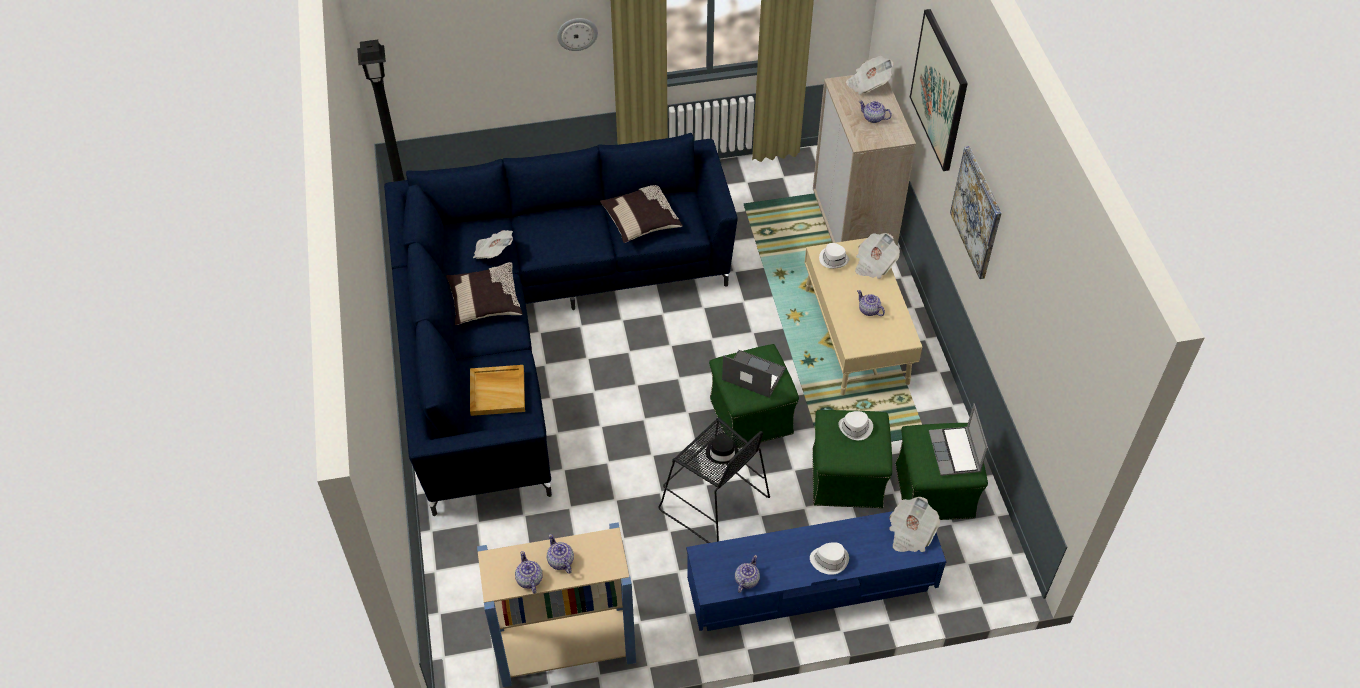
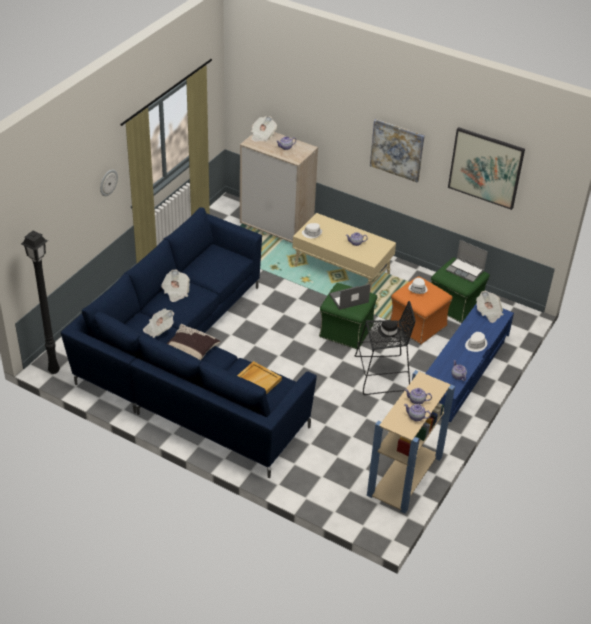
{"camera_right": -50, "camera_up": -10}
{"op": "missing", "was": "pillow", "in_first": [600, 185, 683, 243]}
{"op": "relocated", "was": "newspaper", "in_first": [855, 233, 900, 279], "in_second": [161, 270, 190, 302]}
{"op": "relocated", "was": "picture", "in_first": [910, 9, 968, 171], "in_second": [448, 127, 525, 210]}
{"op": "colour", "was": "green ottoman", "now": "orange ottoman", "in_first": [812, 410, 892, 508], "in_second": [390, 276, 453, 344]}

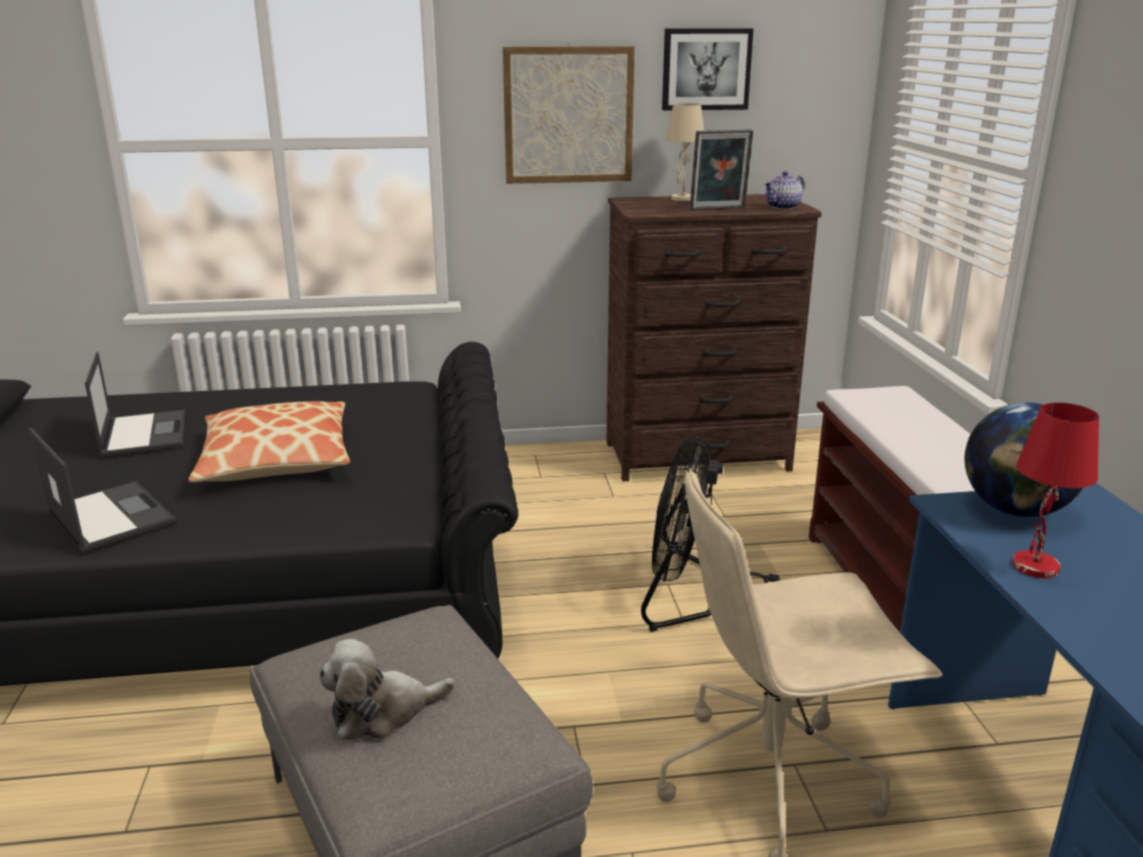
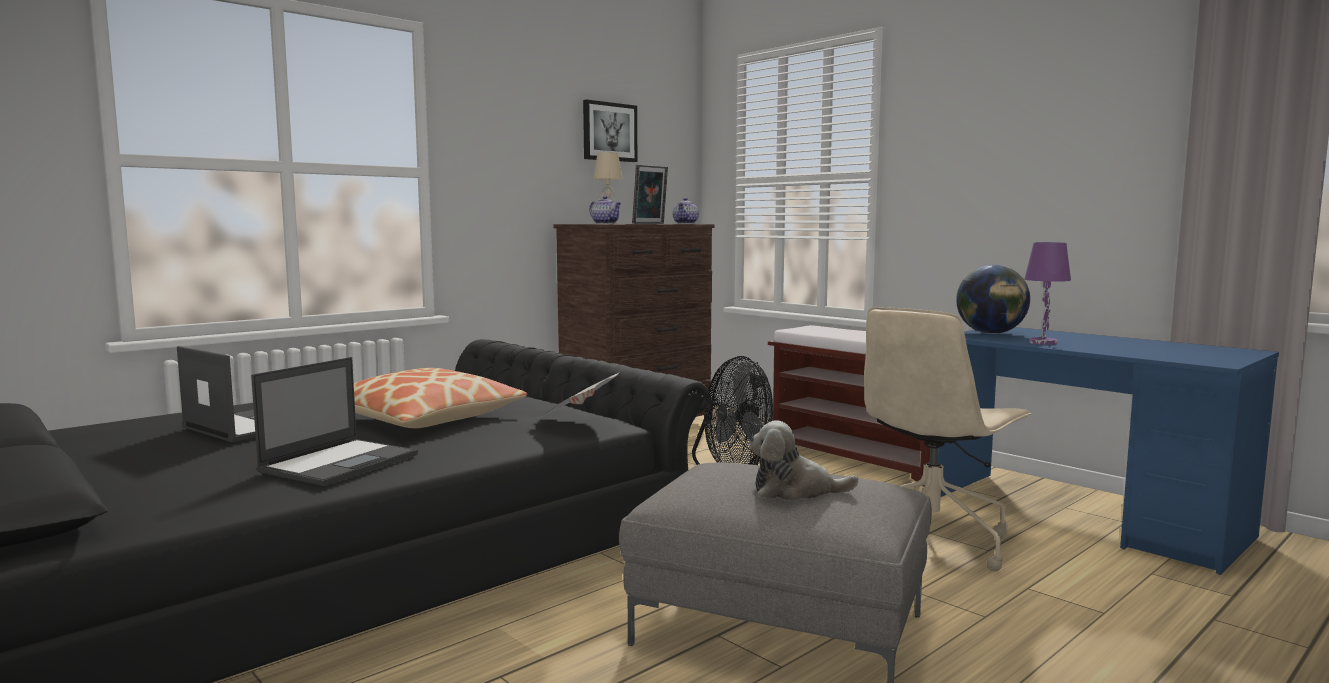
{"camera_right": -35, "camera_up": -15}
{"op": "missing", "was": "picture", "in_first": [503, 43, 635, 184]}
{"op": "appeared", "now": "newspaper", "in_second": [533, 372, 620, 421]}
{"op": "appeared", "now": "teapot", "in_second": [589, 196, 621, 224]}
{"op": "colour", "was": "red table lamp", "now": "purple table lamp", "in_first": [1012, 403, 1099, 578], "in_second": [1024, 242, 1071, 345]}
{"op": "spun", "was": "laptop", "in_first": [29, 428, 176, 553], "in_second": [251, 357, 418, 486], "clockwise": 105}
{"op": "spun", "was": "plush toy", "in_first": [319, 639, 455, 740], "in_second": [749, 420, 859, 501], "clockwise": 60}

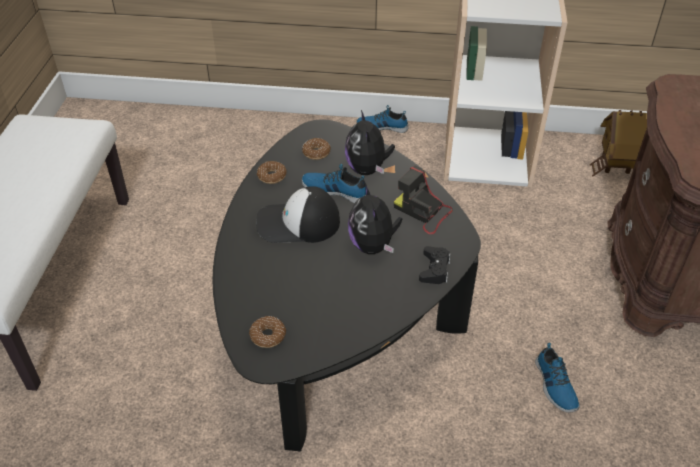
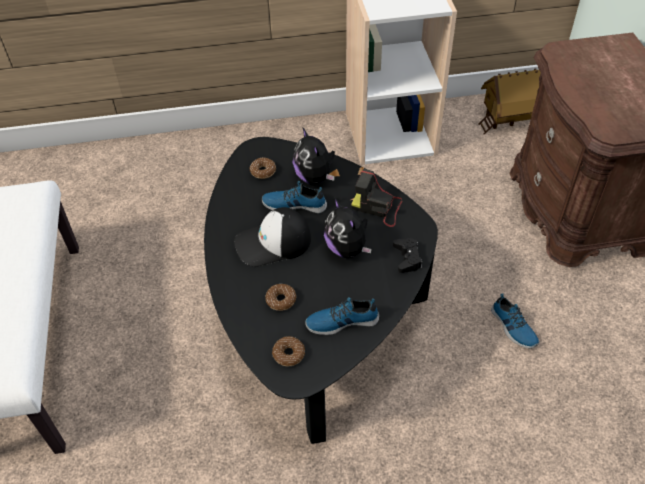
{"camera_right": -15, "camera_up": 5}
{"op": "relocated", "was": "donut", "in_first": [257, 161, 287, 184], "in_second": [265, 284, 296, 311]}
{"op": "relocated", "was": "shoe", "in_first": [356, 105, 409, 133], "in_second": [305, 297, 379, 335]}

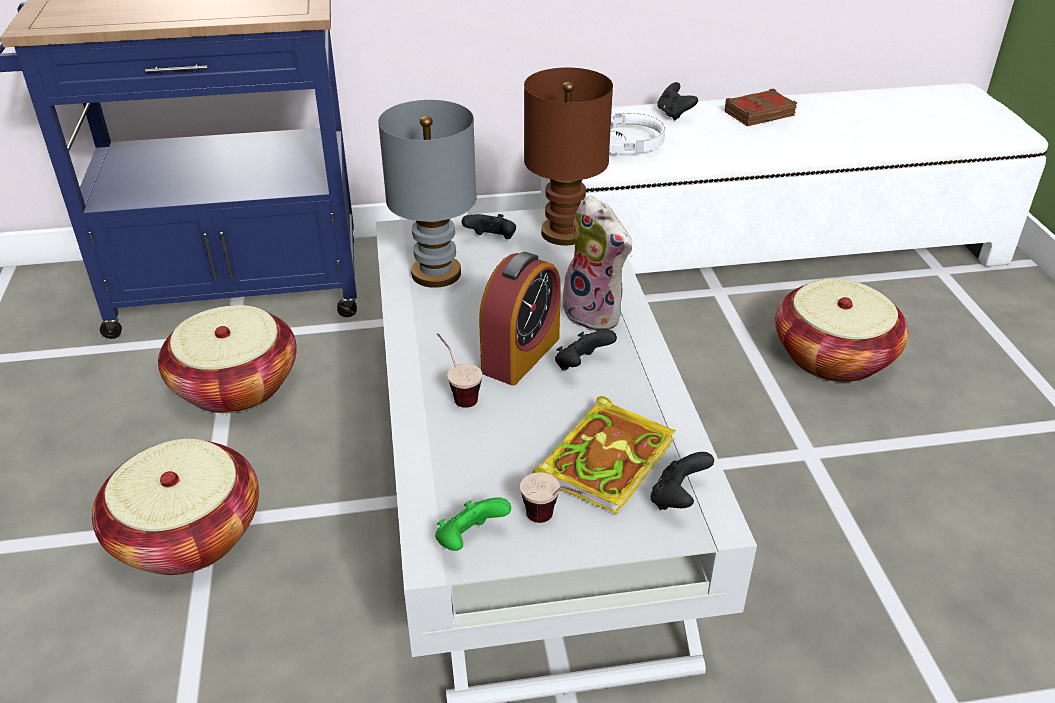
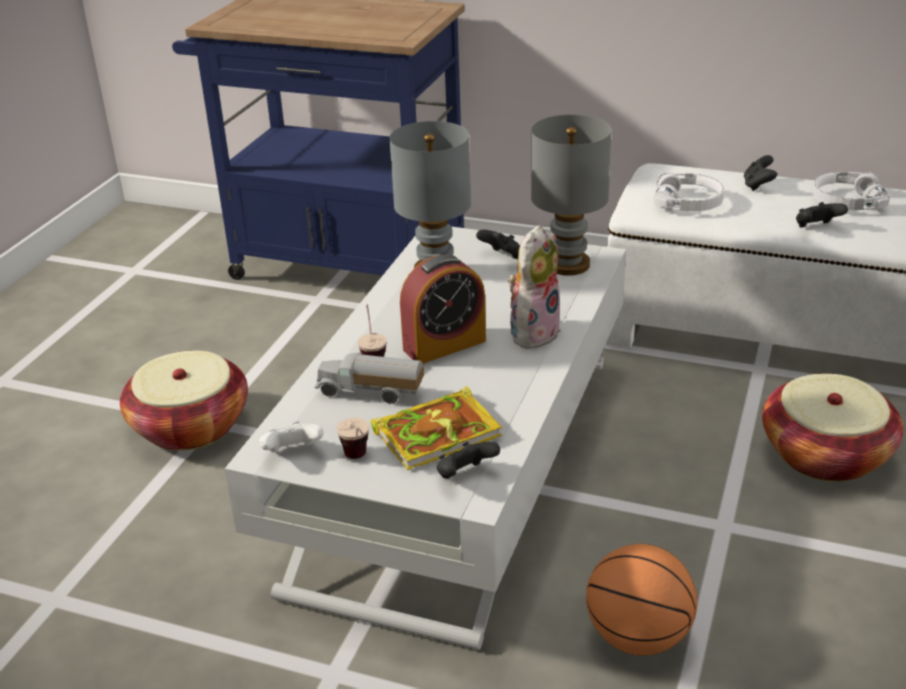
{"camera_right": 30, "camera_up": -5}
{"op": "missing", "was": "basket", "in_first": [158, 305, 297, 413]}
{"op": "appeared", "now": "toy truck", "in_second": [315, 353, 424, 404]}
{"op": "appeared", "now": "basketball", "in_second": [586, 544, 697, 656]}
{"op": "relocated", "was": "black game controller", "in_first": [555, 330, 617, 370], "in_second": [796, 202, 848, 228]}
{"op": "exchanged", "was": "brown book", "now": "white headphones", "in_first": [724, 88, 798, 126], "in_second": [813, 172, 890, 210]}
{"op": "colour", "was": "green game controller", "now": "white game controller", "in_first": [435, 497, 511, 551], "in_second": [259, 421, 324, 452]}
{"op": "colour", "was": "brown table lamp", "now": "grey table lamp", "in_first": [524, 67, 613, 245], "in_second": [531, 115, 612, 276]}
{"op": "spun", "was": "plush toy", "in_first": [562, 195, 632, 332], "in_second": [508, 225, 561, 349], "clockwise": -135}

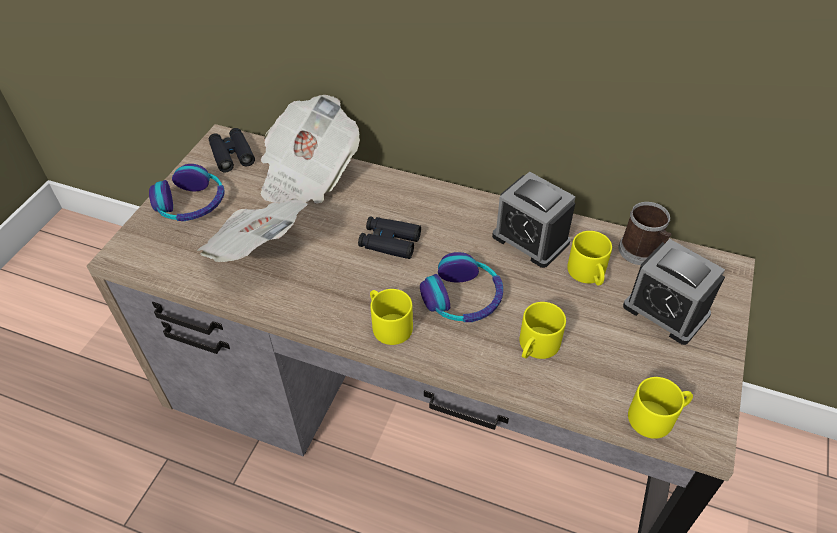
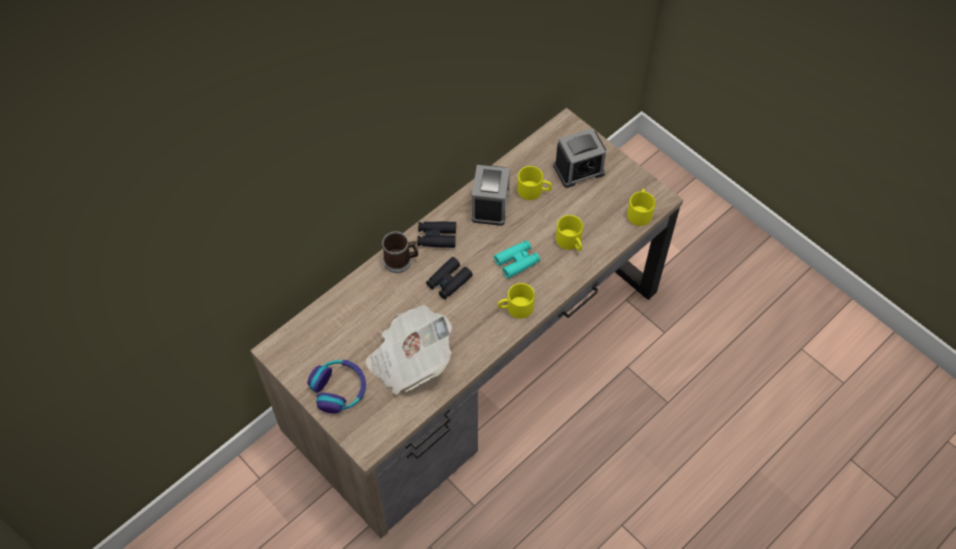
{"camera_right": -65, "camera_up": 10}
{"op": "missing", "was": "newspaper", "in_first": [261, 95, 360, 204]}
{"op": "relocated", "was": "black binoculars", "in_first": [209, 128, 255, 173], "in_second": [417, 222, 456, 248]}
{"op": "relocated", "was": "mug", "in_first": [618, 202, 671, 265], "in_second": [382, 231, 418, 273]}
{"op": "exchanged", "was": "headphones", "now": "turquoise binoculars", "in_first": [420, 252, 503, 322], "in_second": [494, 240, 540, 278]}
{"op": "spun", "was": "alarm clock", "in_first": [492, 171, 576, 268], "in_second": [472, 164, 510, 226], "clockwise": -60}

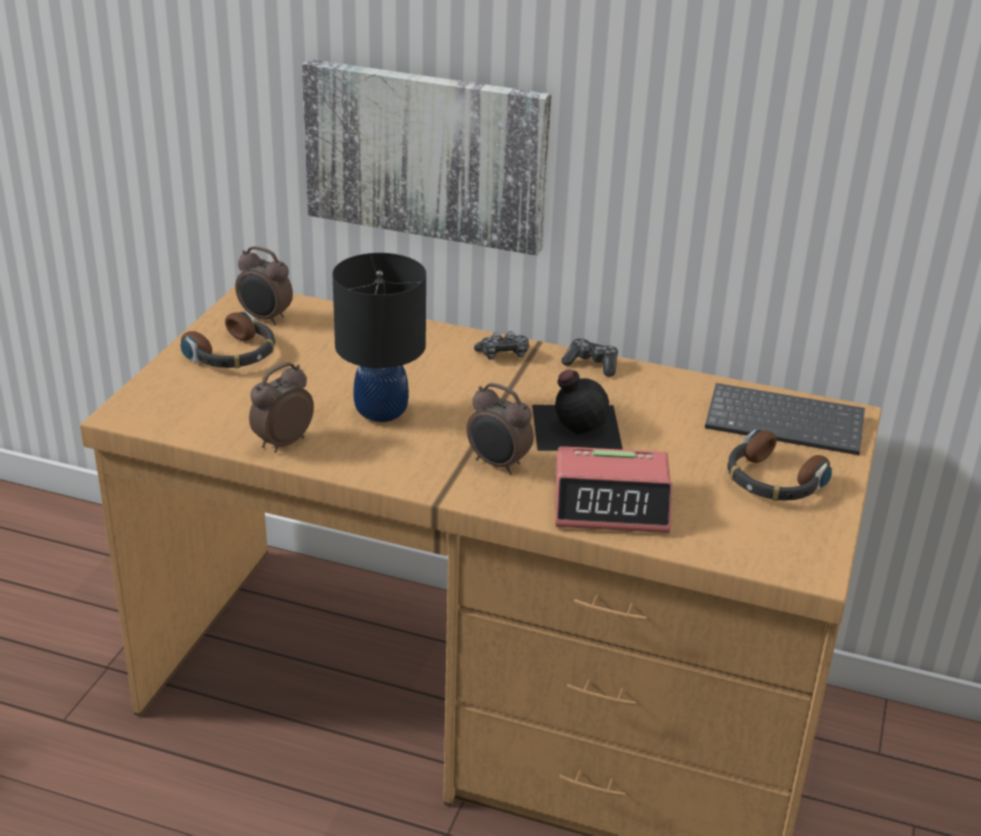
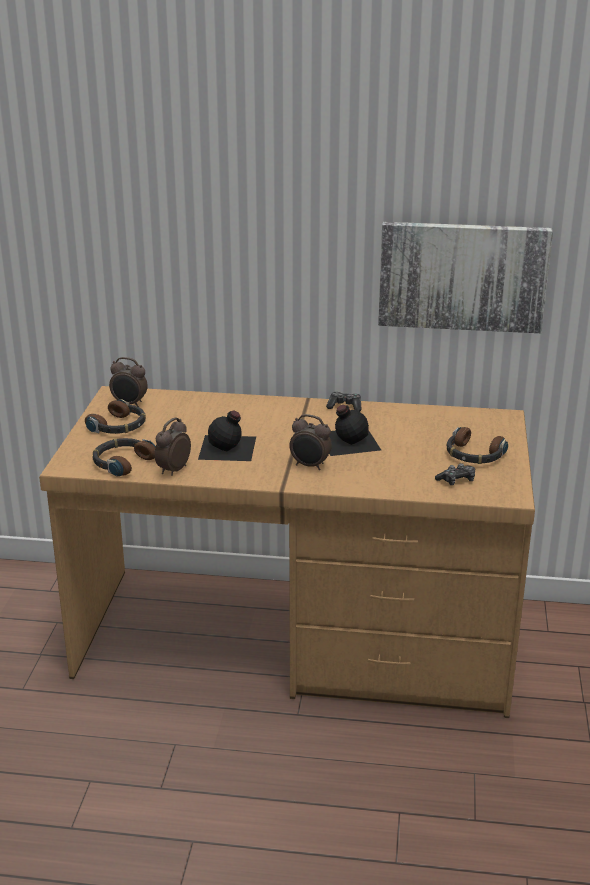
{"camera_right": -10, "camera_up": -5}
{"op": "missing", "was": "alarm clock", "in_first": [555, 446, 673, 533]}
{"op": "missing", "was": "keyboard", "in_first": [705, 383, 865, 455]}
{"op": "appeared", "now": "headphones", "in_second": [92, 438, 156, 477]}
{"op": "relocated", "was": "picture", "in_first": [301, 59, 551, 256], "in_second": [378, 222, 553, 333]}
{"op": "relocated", "was": "game controller", "in_first": [474, 331, 529, 360], "in_second": [435, 463, 475, 485]}
{"op": "exchanged", "was": "black table lamp", "now": "black bottle", "in_first": [332, 253, 426, 422], "in_second": [198, 411, 256, 461]}

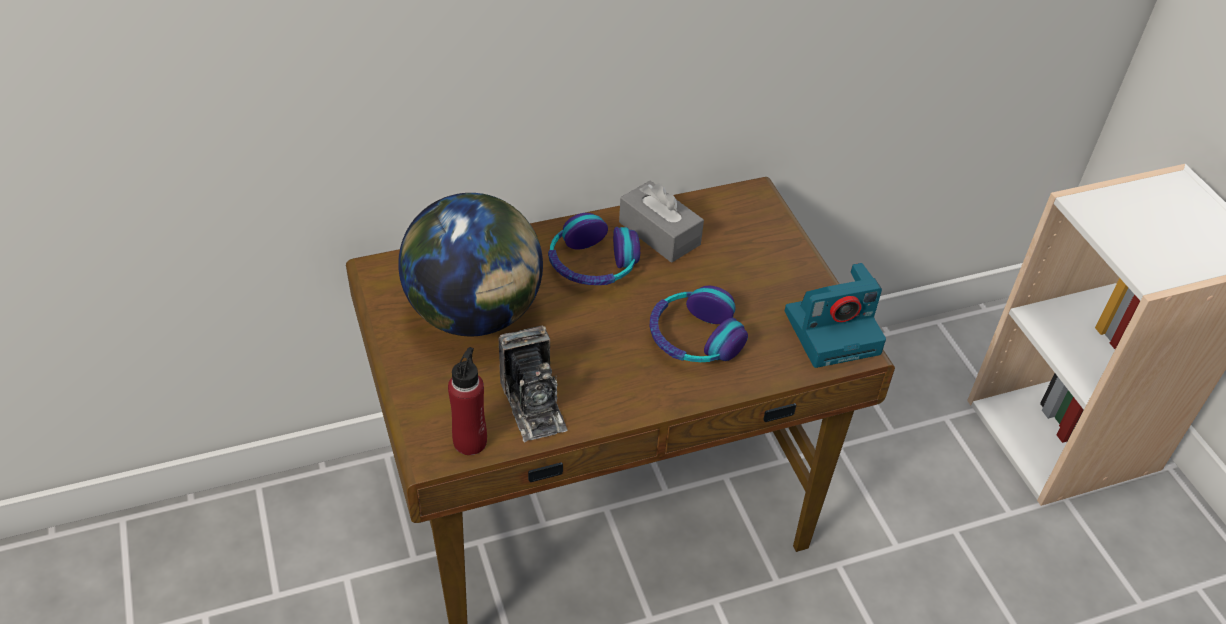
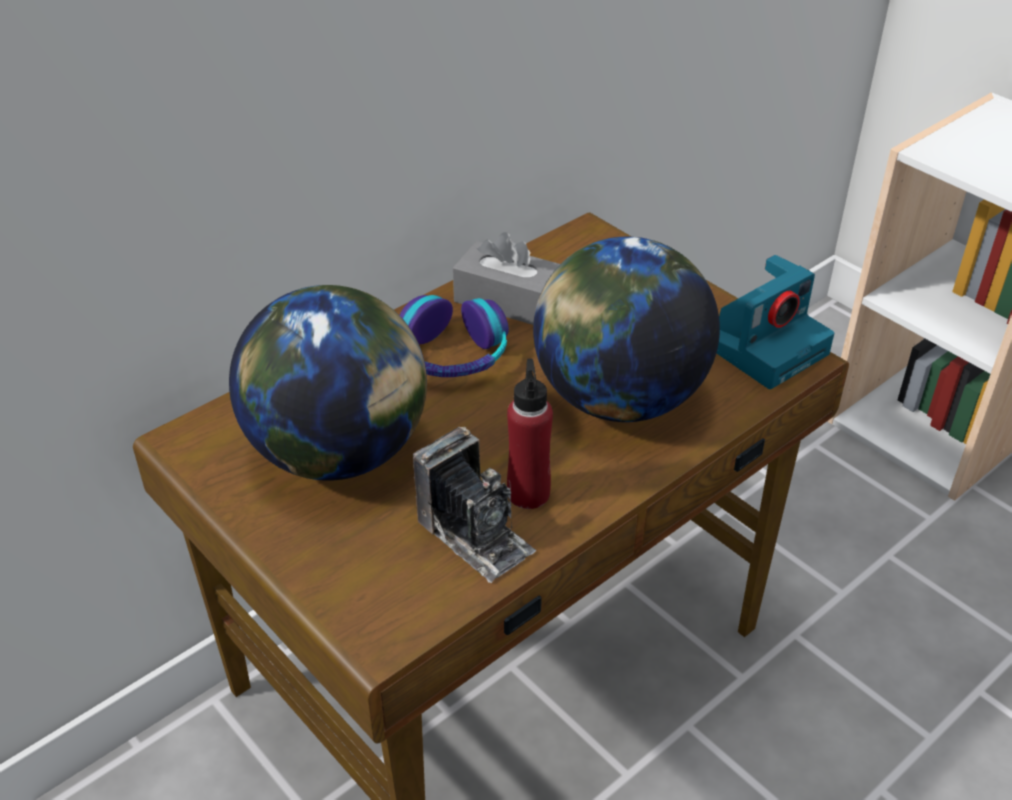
{"camera_right": -20, "camera_up": -5}
{"op": "relocated", "was": "red bottle", "in_first": [448, 347, 487, 455], "in_second": [507, 359, 553, 509]}
{"op": "exchanged", "was": "headphones", "now": "globe", "in_first": [649, 286, 748, 362], "in_second": [533, 237, 720, 422]}

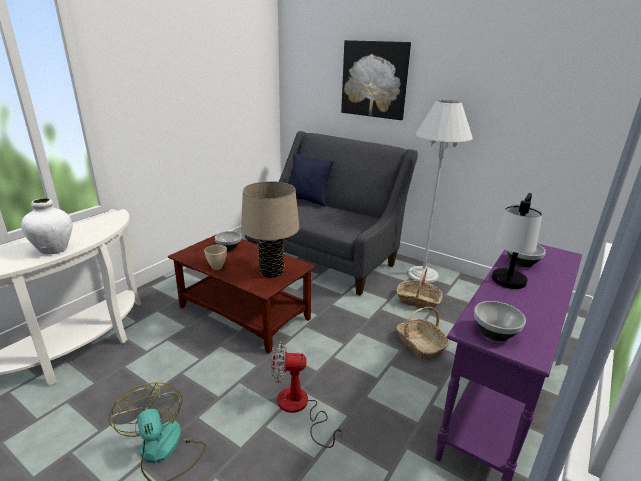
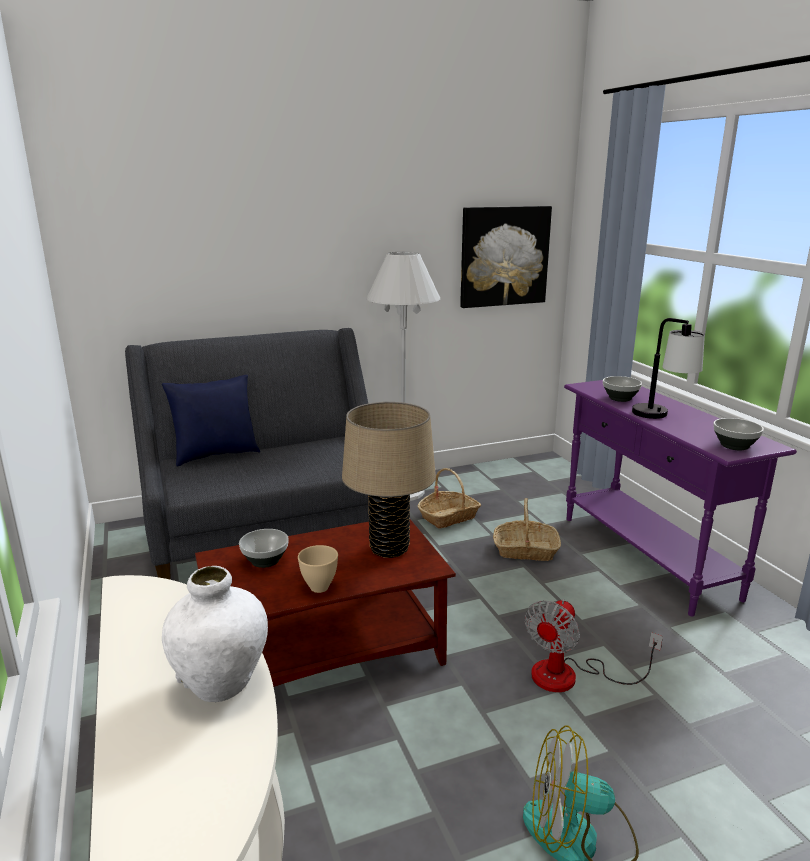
{"camera_right": -55, "camera_up": -5}
{"op": "relocated", "was": "picture", "in_first": [341, 40, 411, 120], "in_second": [460, 206, 552, 308]}

